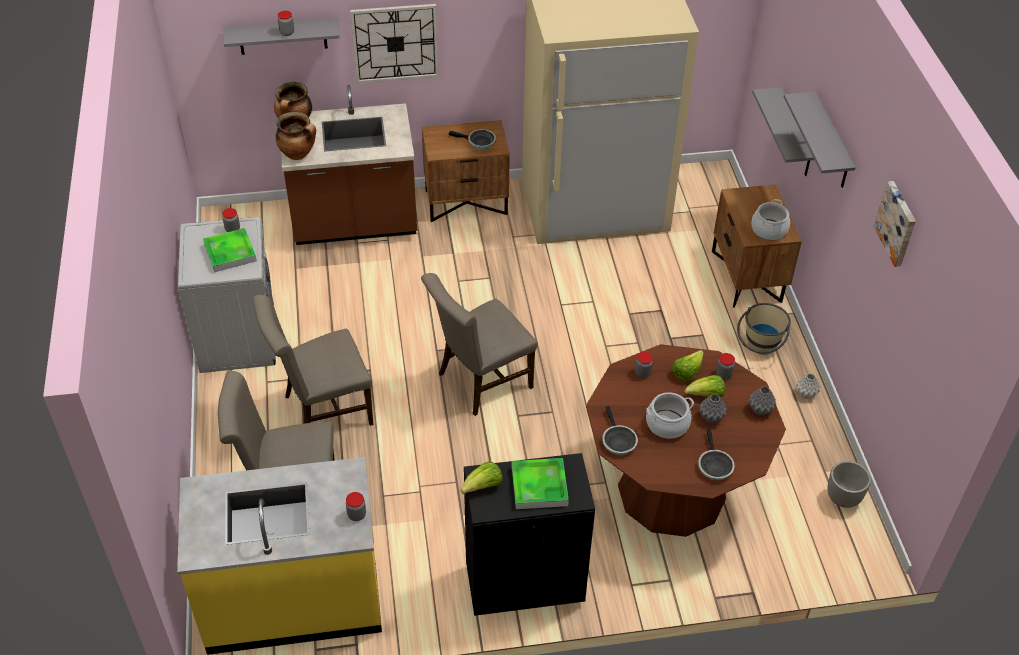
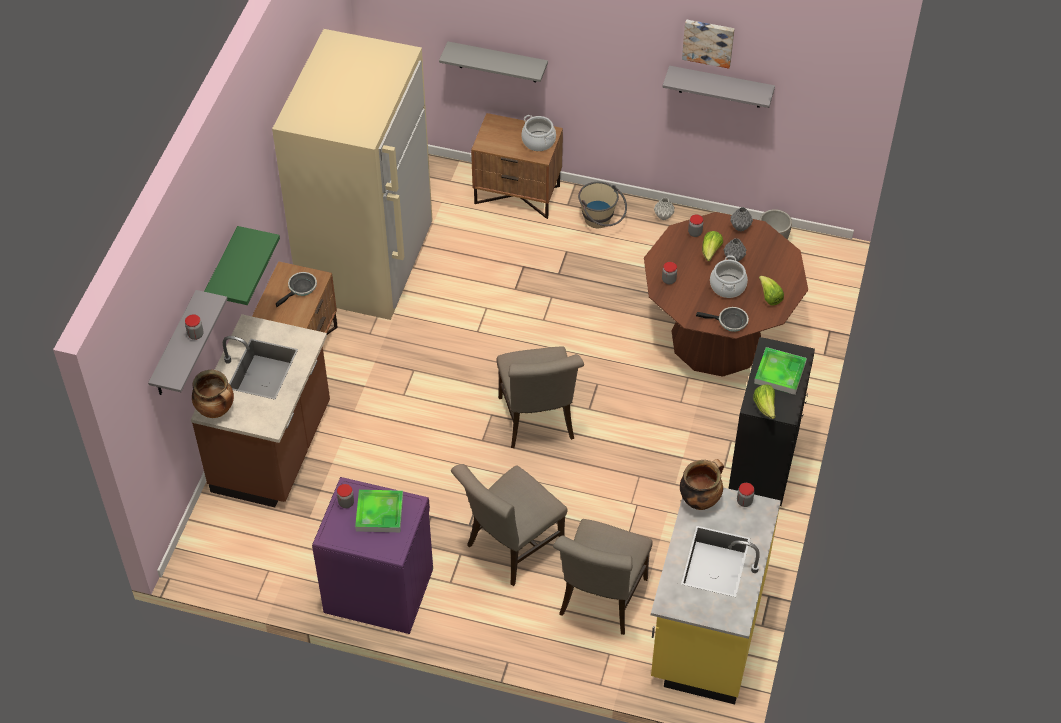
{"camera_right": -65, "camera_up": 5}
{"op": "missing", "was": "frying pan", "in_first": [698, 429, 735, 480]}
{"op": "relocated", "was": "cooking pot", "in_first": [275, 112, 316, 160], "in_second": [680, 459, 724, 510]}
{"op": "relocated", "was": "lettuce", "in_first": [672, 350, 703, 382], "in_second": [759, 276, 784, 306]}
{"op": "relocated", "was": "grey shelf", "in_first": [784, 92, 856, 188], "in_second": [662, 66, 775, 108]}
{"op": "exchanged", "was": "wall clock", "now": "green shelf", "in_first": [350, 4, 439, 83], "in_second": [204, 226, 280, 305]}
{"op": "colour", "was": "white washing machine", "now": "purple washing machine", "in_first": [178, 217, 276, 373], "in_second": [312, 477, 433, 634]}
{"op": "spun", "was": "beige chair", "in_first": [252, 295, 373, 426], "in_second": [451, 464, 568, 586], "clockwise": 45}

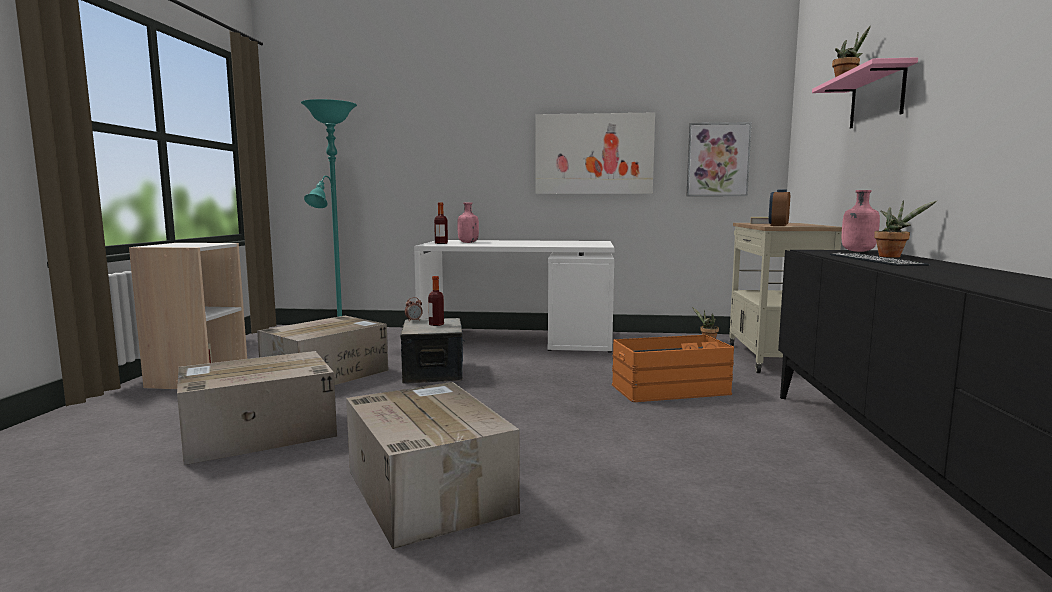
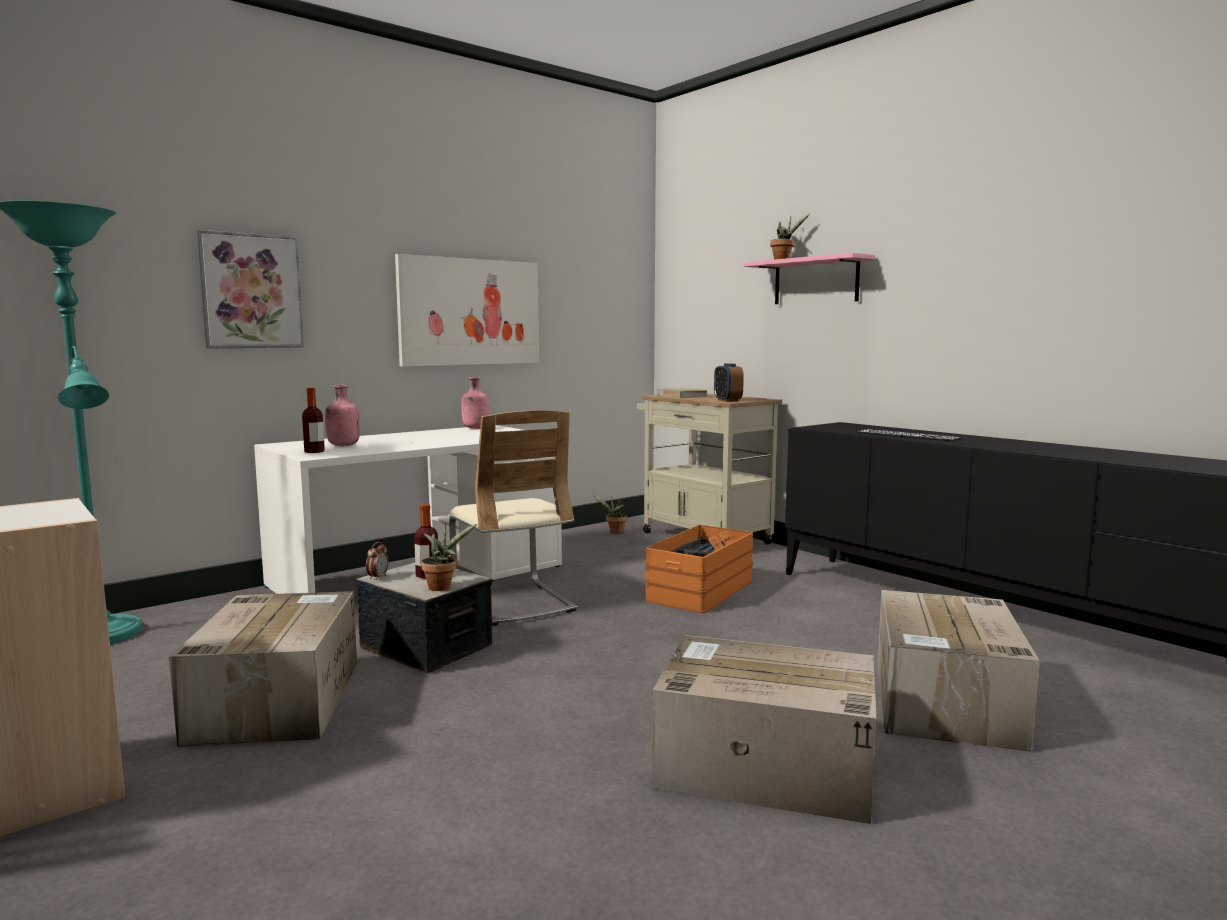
{"camera_right": -45, "camera_up": 0}
{"op": "appeared", "now": "beige chair", "in_second": [449, 410, 578, 626]}
{"op": "relocated", "was": "cardboard box", "in_first": [177, 351, 337, 465], "in_second": [877, 590, 1040, 752]}
{"op": "relocated", "was": "picture", "in_first": [686, 122, 752, 196], "in_second": [197, 230, 304, 349]}
{"op": "relocated", "was": "pink bottle", "in_first": [842, 190, 880, 252], "in_second": [461, 377, 489, 429]}
{"op": "relocated", "was": "potted plant", "in_first": [874, 200, 937, 258], "in_second": [421, 524, 477, 591]}

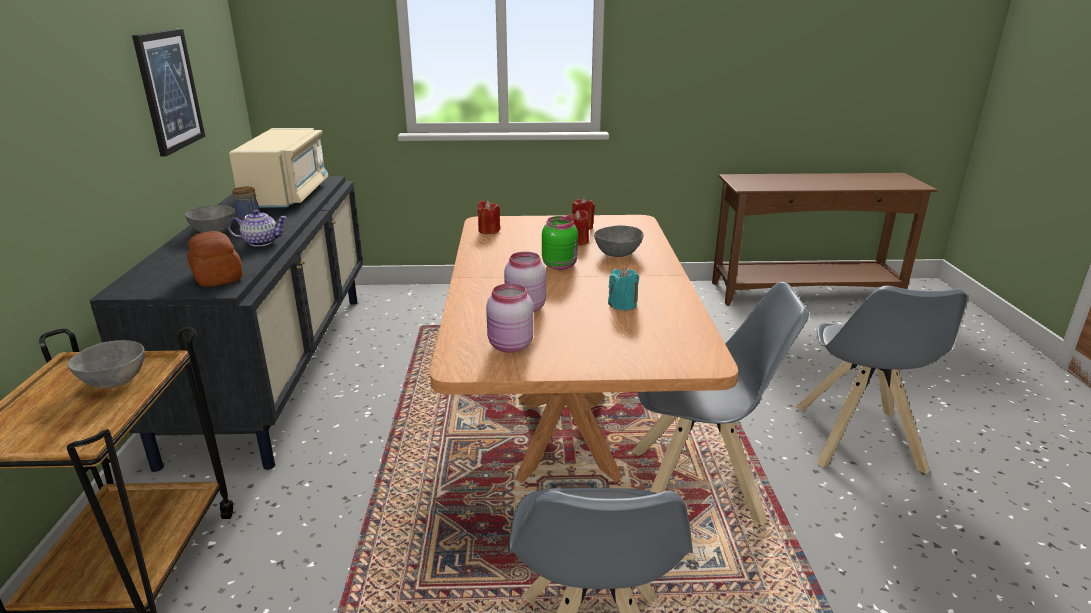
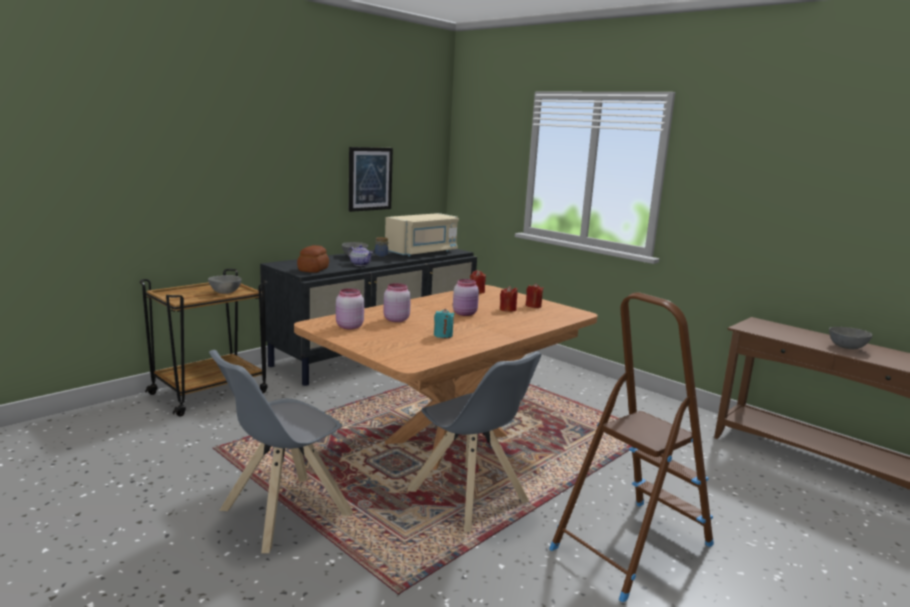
{"camera_right": 45, "camera_up": -10}
{"op": "relocated", "was": "grey bowl", "in_first": [594, 225, 644, 257], "in_second": [829, 327, 872, 349]}
{"op": "exchanged", "was": "grey chair", "now": "brown step ladder", "in_first": [795, 286, 968, 474], "in_second": [549, 292, 714, 602]}
{"op": "colour", "was": "green jar", "now": "pink jar", "in_first": [542, 216, 578, 270], "in_second": [453, 279, 479, 316]}

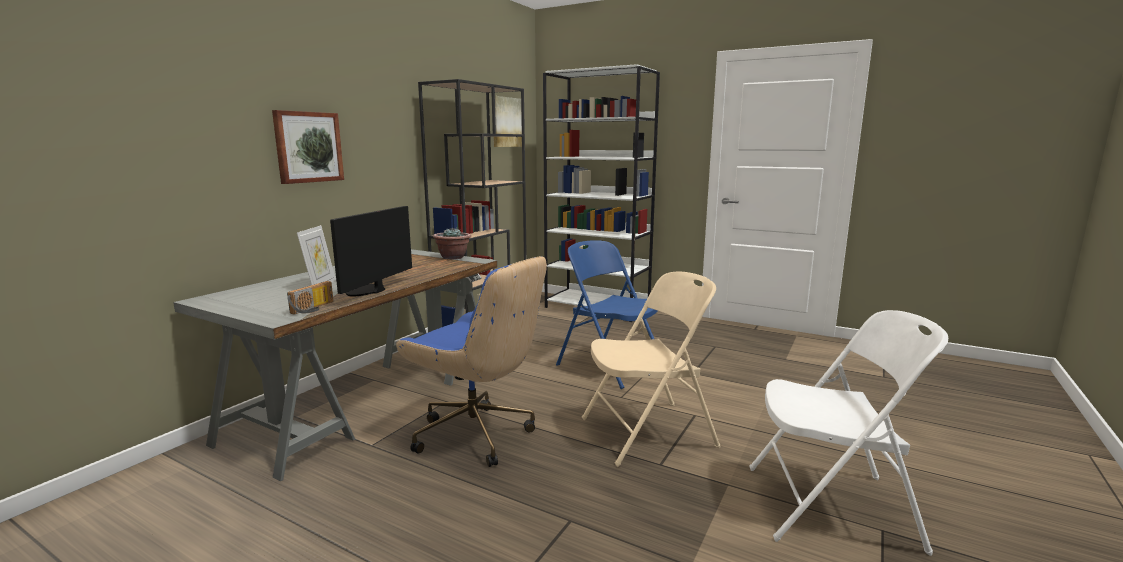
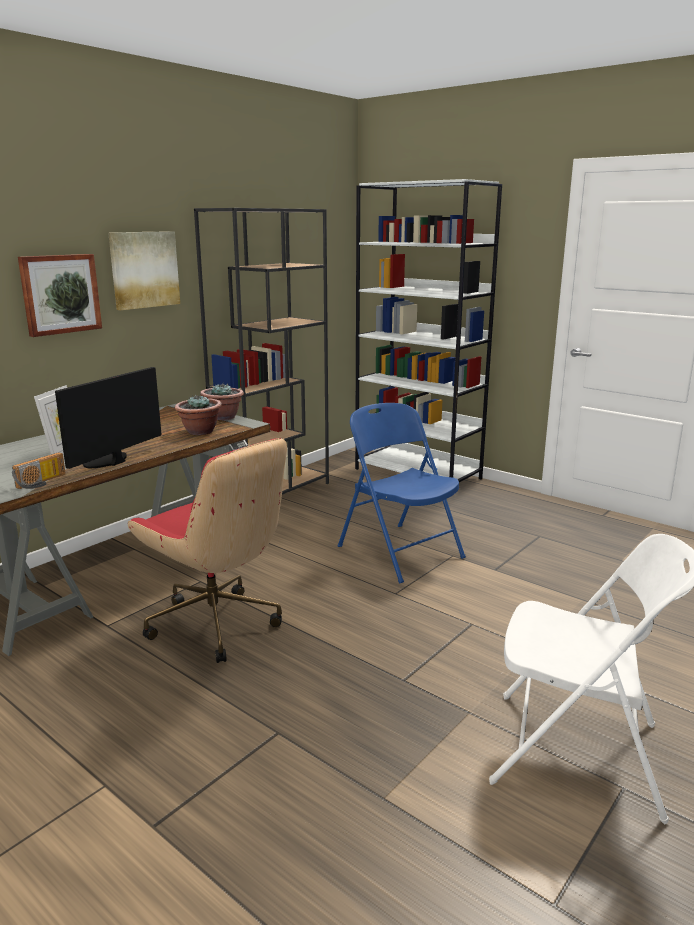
{"camera_right": 10, "camera_up": 5}
{"op": "missing", "was": "beige chair", "in_first": [582, 271, 720, 467]}
{"op": "appeared", "now": "potted plant", "in_second": [175, 395, 222, 435]}
{"op": "relocated", "was": "picture", "in_first": [493, 96, 522, 147], "in_second": [108, 231, 180, 310]}
{"op": "colour", "was": "blue office chair", "now": "red office chair", "in_first": [396, 256, 547, 467], "in_second": [128, 438, 287, 663]}

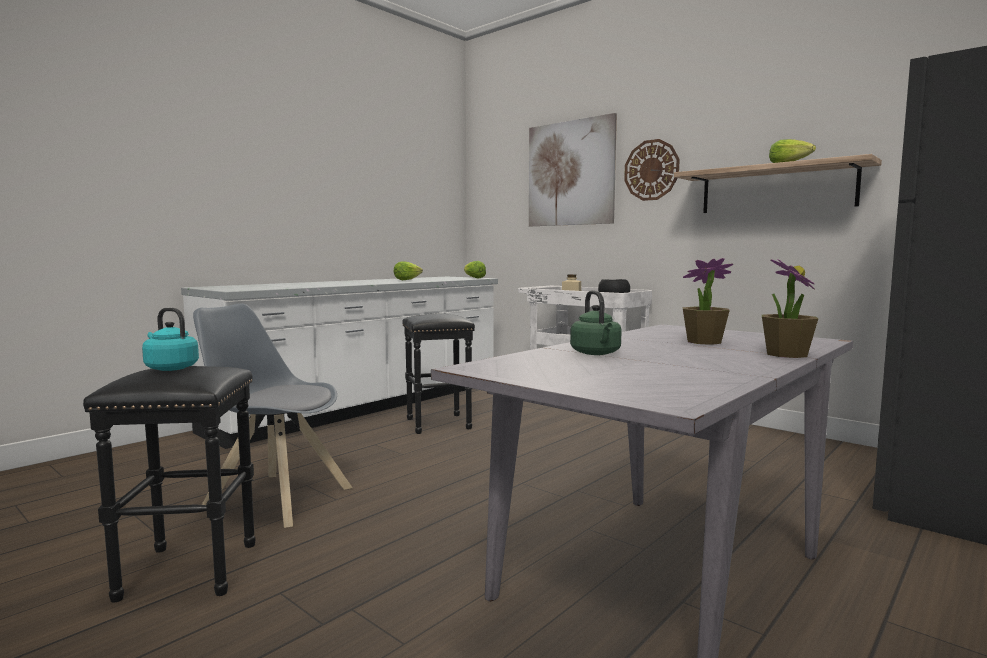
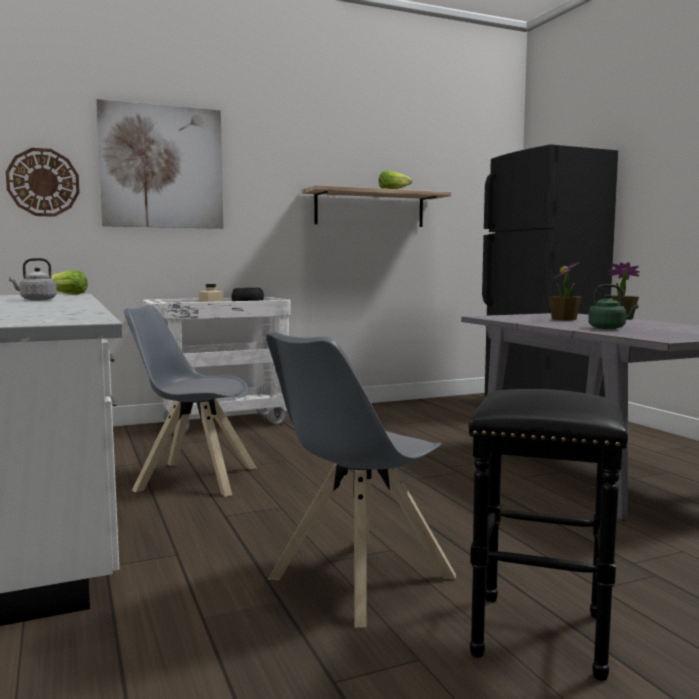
{"camera_right": -65, "camera_up": 0}
{"op": "missing", "was": "turquoise kettle", "in_first": [142, 308, 199, 371]}
{"op": "relocated", "was": "wall clock", "in_first": [624, 139, 680, 201], "in_second": [6, 148, 80, 217]}
{"op": "exchanged", "was": "lettuce", "now": "grey kettle", "in_first": [393, 261, 423, 280], "in_second": [9, 258, 57, 301]}
{"op": "exchanged", "was": "black stool", "now": "grey chair", "in_first": [402, 314, 475, 434], "in_second": [124, 305, 257, 497]}

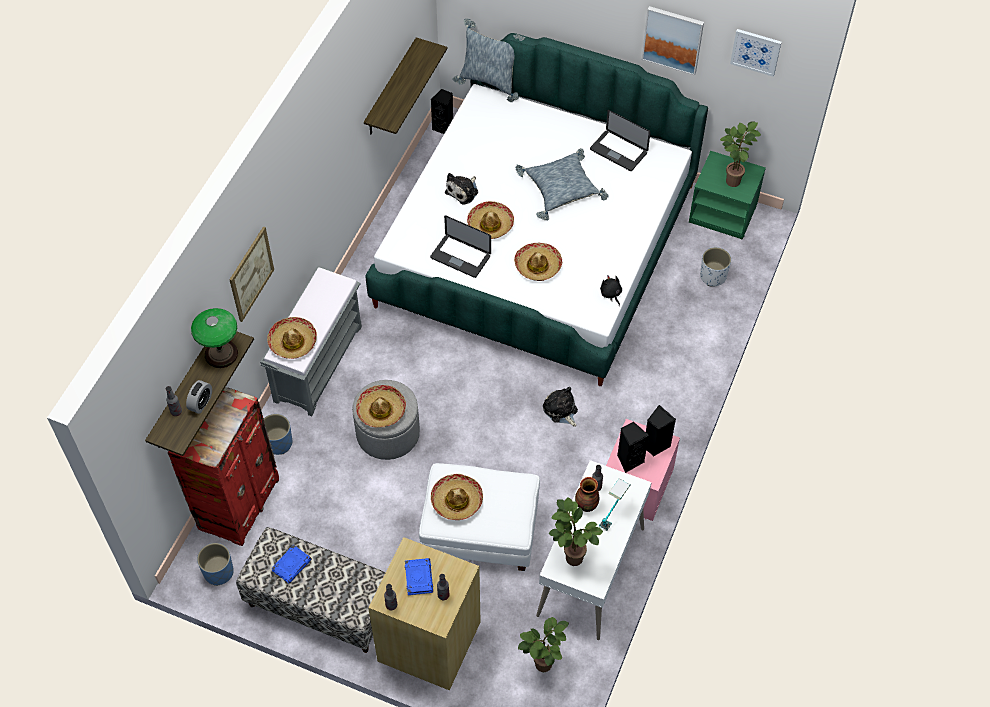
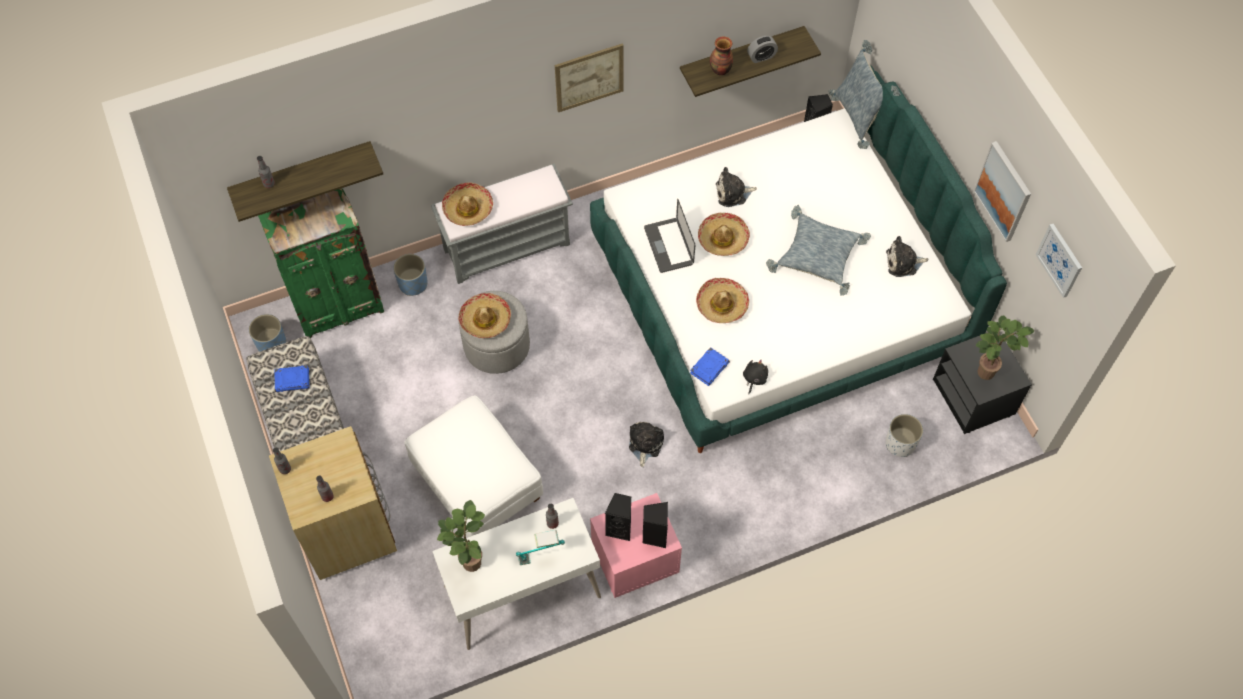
{"camera_right": 45, "camera_up": 5}
{"op": "missing", "was": "table lamp", "in_first": [191, 308, 238, 368]}
{"op": "missing", "was": "hat", "in_first": [431, 474, 483, 520]}
{"op": "missing", "was": "potted plant", "in_first": [518, 617, 569, 672]}
{"op": "relocated", "was": "alarm clock", "in_first": [186, 380, 212, 414], "in_second": [747, 36, 778, 63]}
{"op": "relocated", "was": "picture", "in_first": [230, 226, 274, 322], "in_second": [555, 43, 624, 112]}
{"op": "relocated", "was": "blue book", "in_first": [405, 558, 433, 595], "in_second": [690, 347, 730, 386]}
{"op": "relocated", "was": "vase", "in_first": [575, 477, 599, 512], "in_second": [710, 37, 733, 76]}
{"op": "exchanged", "was": "laptop", "now": "plush toy", "in_first": [590, 110, 651, 171], "in_second": [886, 236, 928, 277]}
{"op": "colour", "was": "red cabinet", "now": "green cabinet", "in_first": [168, 387, 279, 546], "in_second": [258, 188, 384, 338]}
{"op": "colour", "was": "green nightstand", "now": "black nightstand", "in_first": [689, 151, 766, 240], "in_second": [933, 333, 1032, 434]}

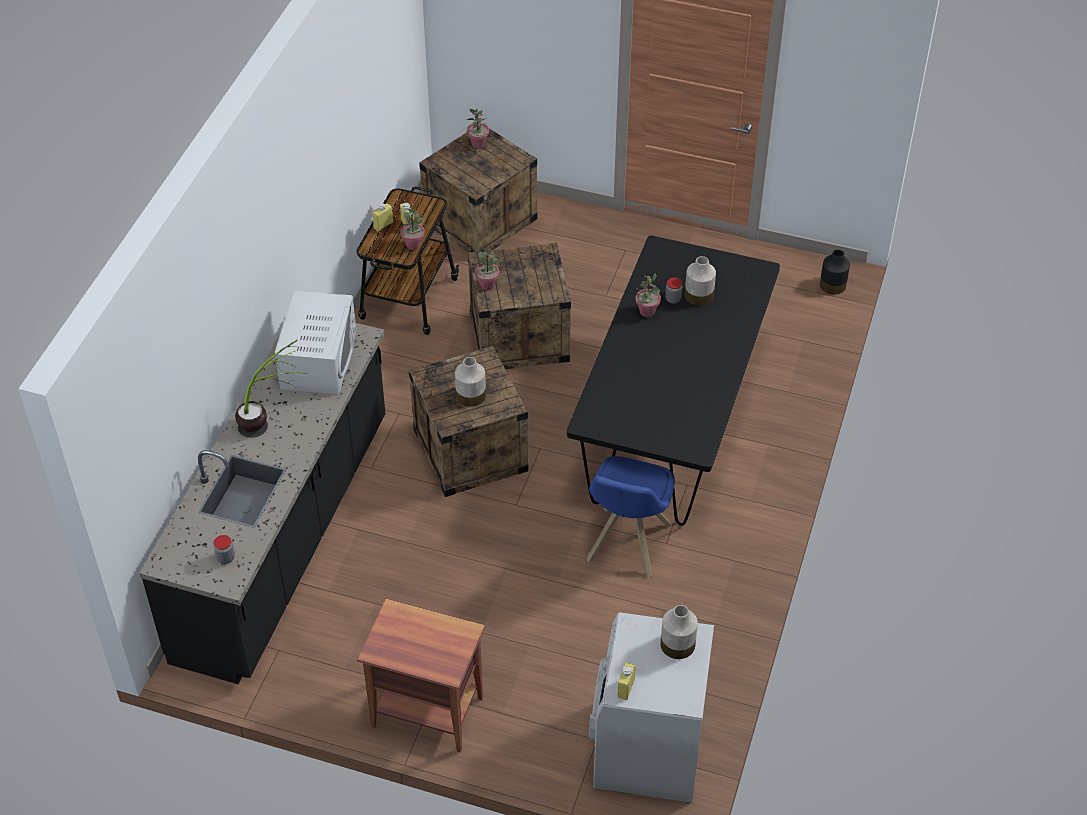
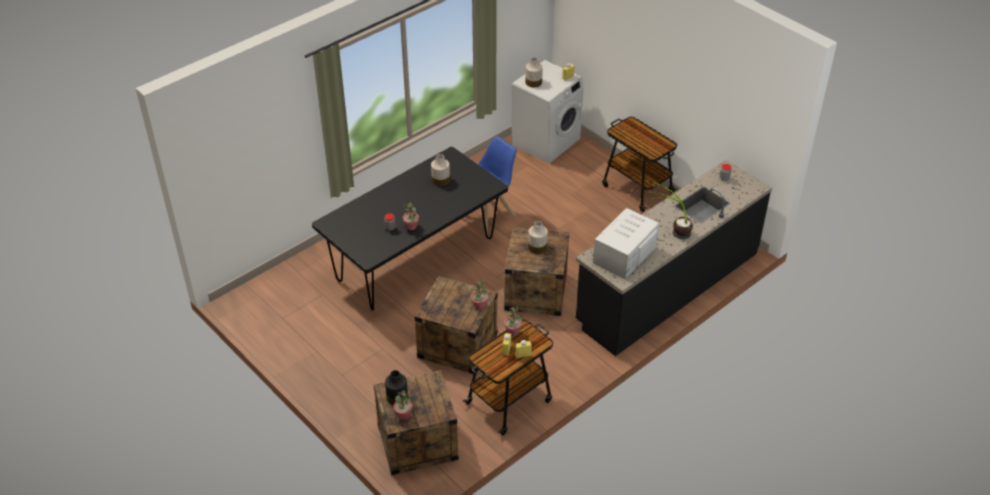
{"camera_right": -150, "camera_up": -5}
{"op": "relocated", "was": "beige vase", "in_first": [685, 256, 716, 306], "in_second": [431, 154, 450, 186]}
{"op": "relocated", "was": "black vase", "in_first": [820, 249, 850, 295], "in_second": [385, 370, 408, 405]}
{"op": "exchanged", "was": "nightstand", "now": "cart", "in_first": [357, 598, 486, 753], "in_second": [602, 117, 677, 212]}

